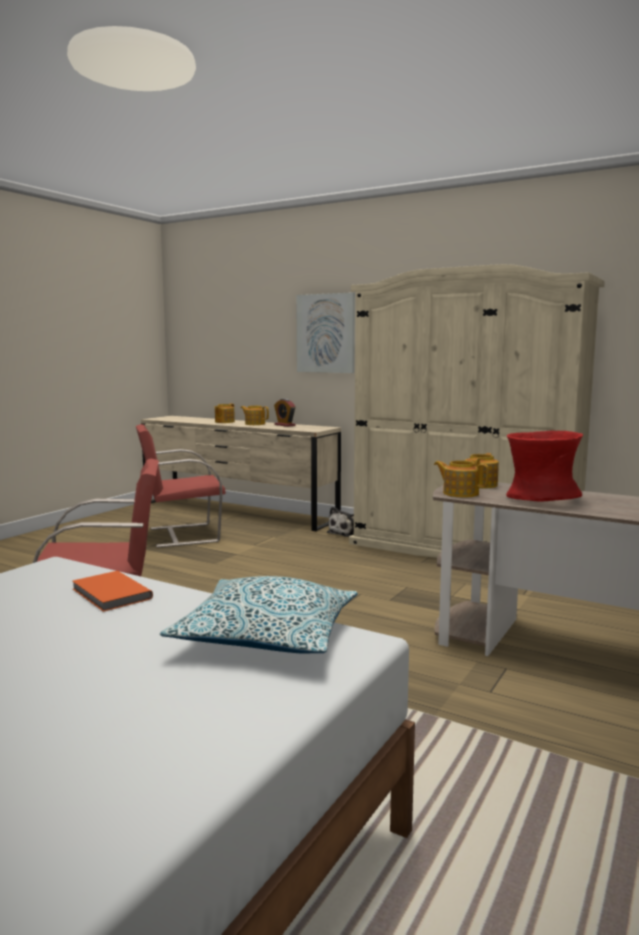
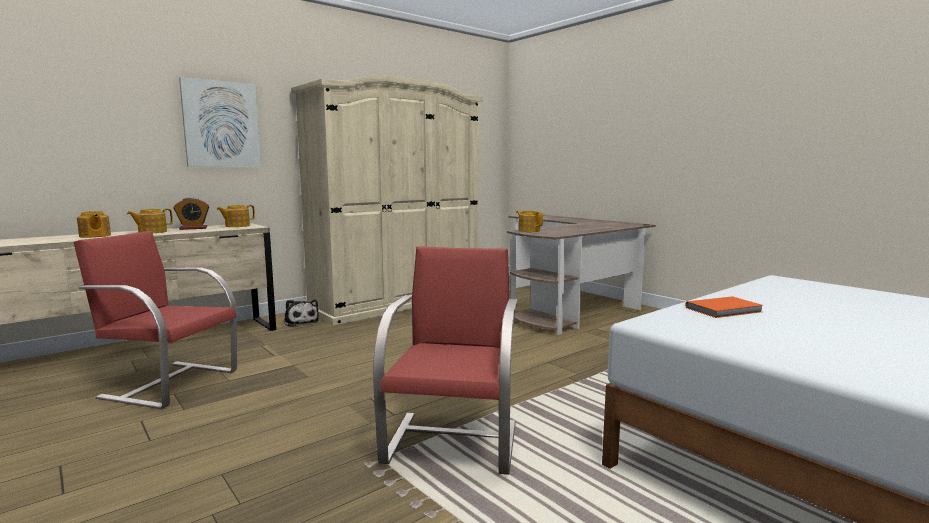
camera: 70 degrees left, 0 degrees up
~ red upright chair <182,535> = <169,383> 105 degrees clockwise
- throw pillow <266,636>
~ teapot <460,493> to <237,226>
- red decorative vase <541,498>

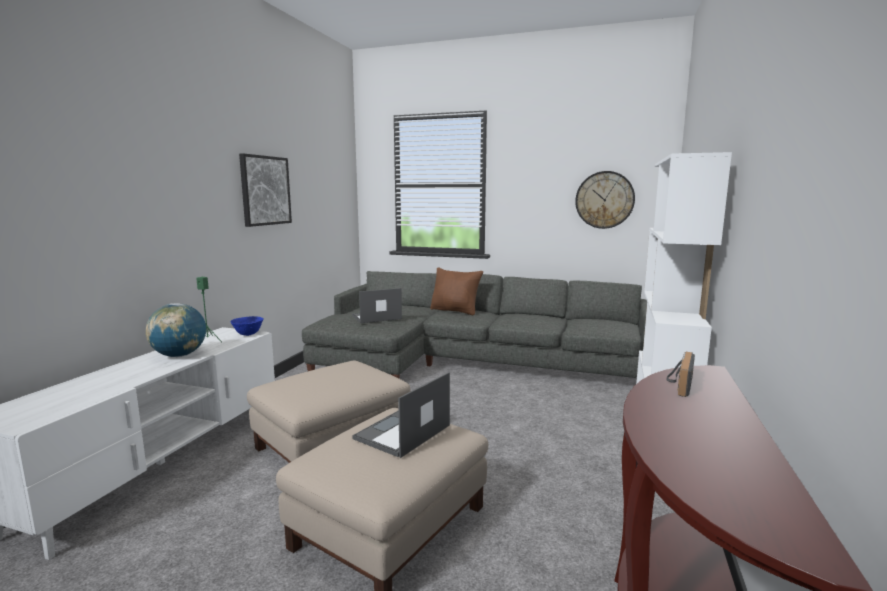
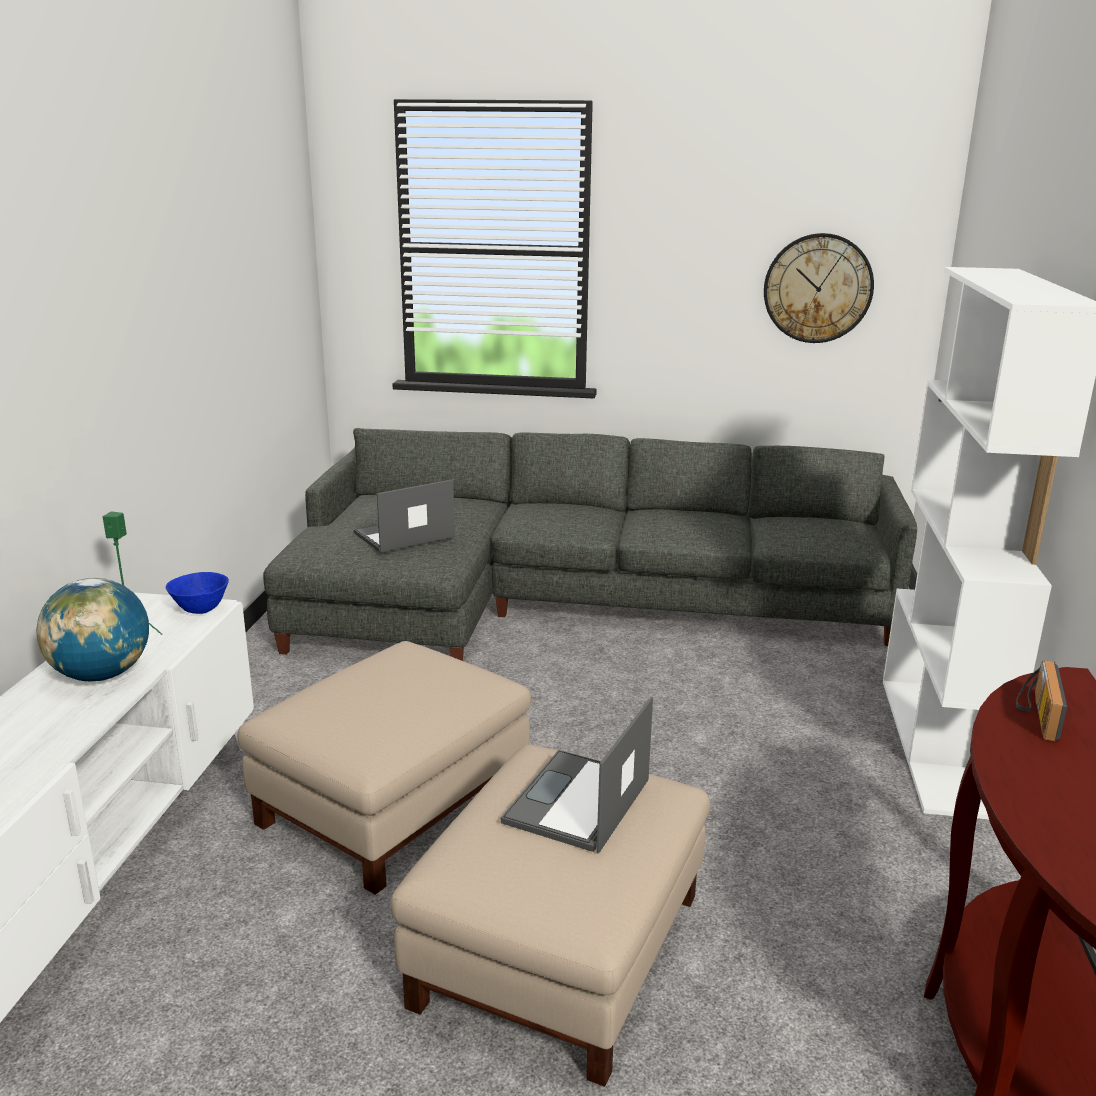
camera: 10 degrees left, 10 degrees up
- wall art <265,190>
- brown throw pillow <455,311>

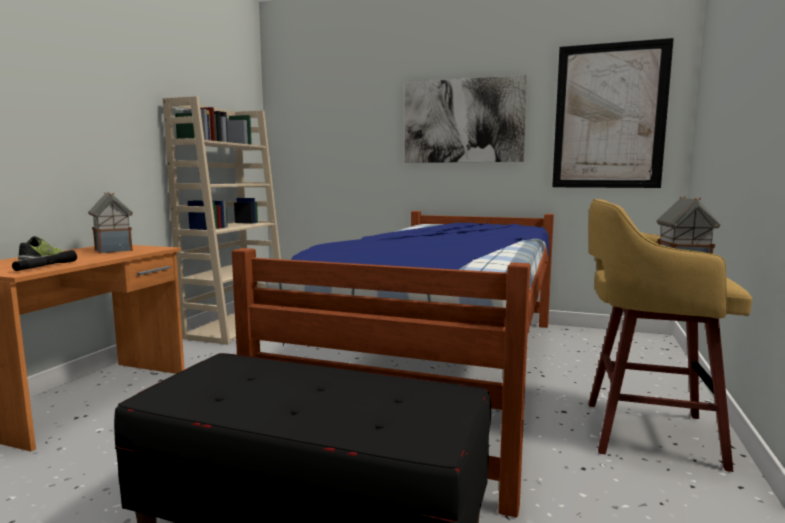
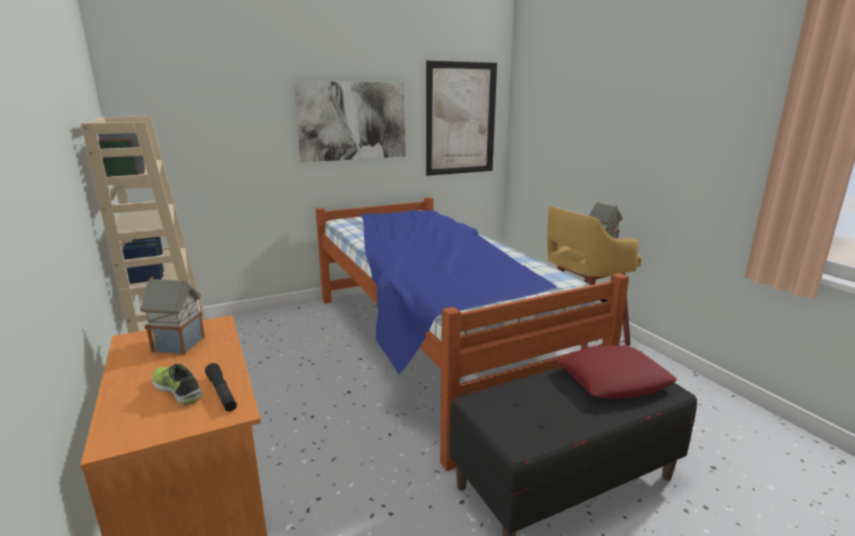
camera: 45 degrees left, 10 degrees up
+ red throw pillow <613,379>

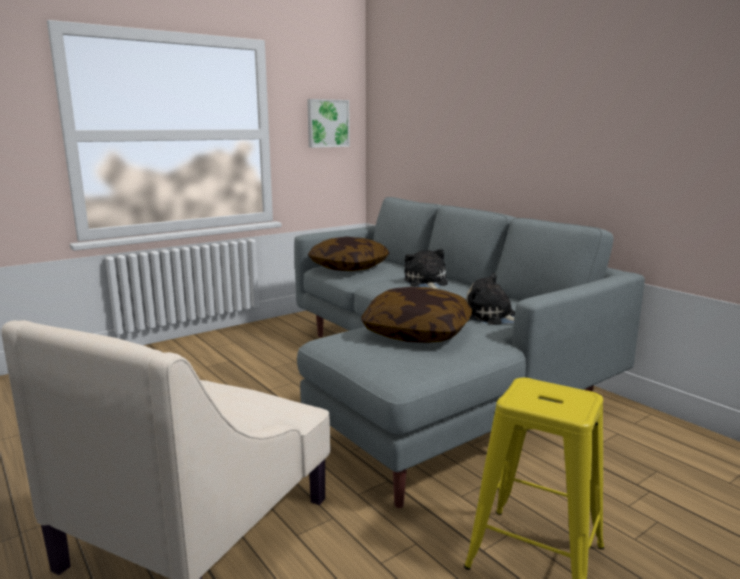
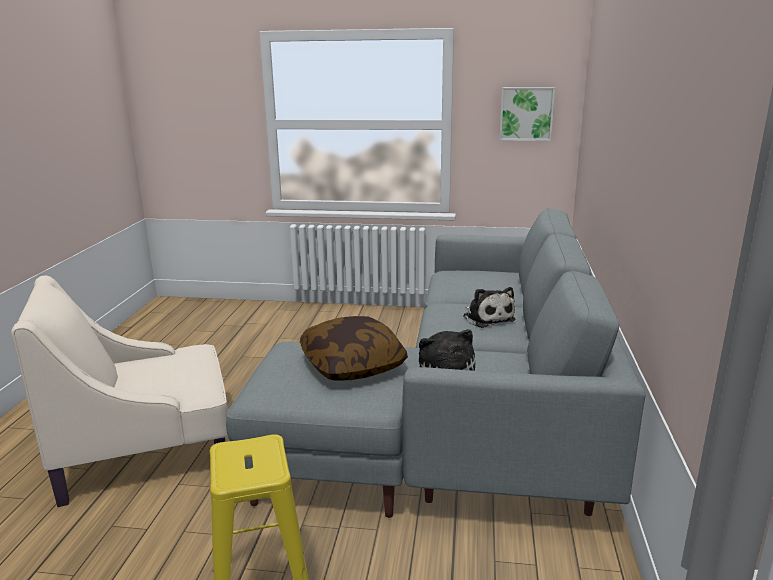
camera: 45 degrees right, 5 degrees up
- throw pillow <349,267>
~ soft toy <426,283> = <487,318> 120 degrees clockwise

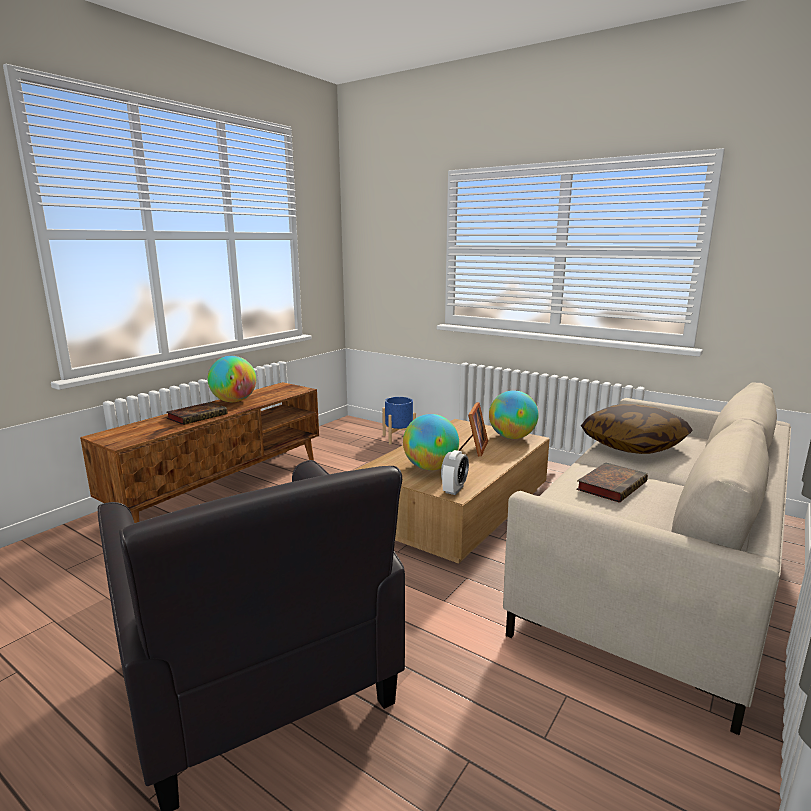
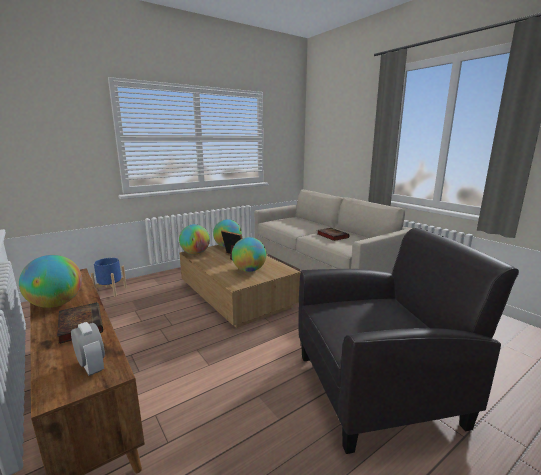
camera: 70 degrees left, 0 degrees up
~ bedside clock <454,489> to <91,367>
- throw pillow <633,445>
+ world globe <195,253>

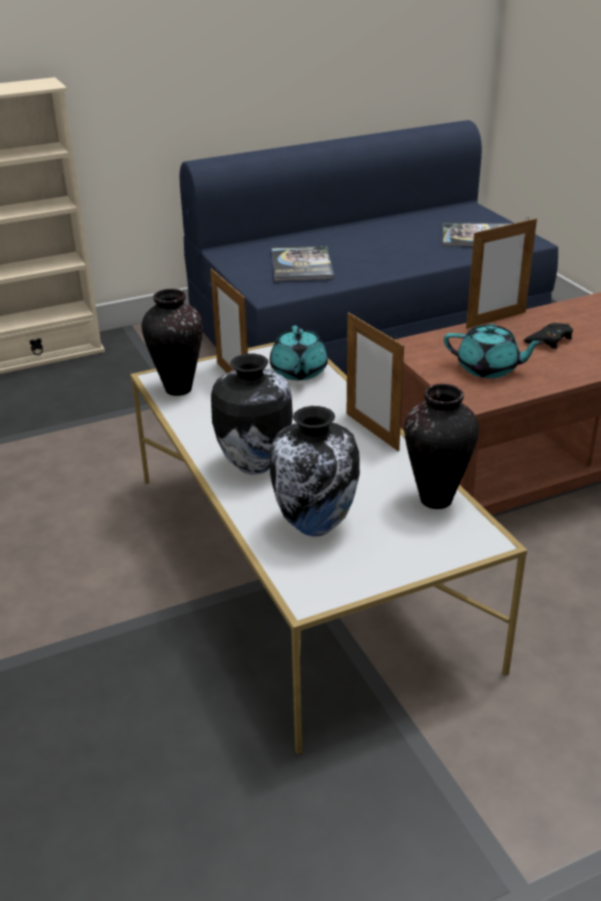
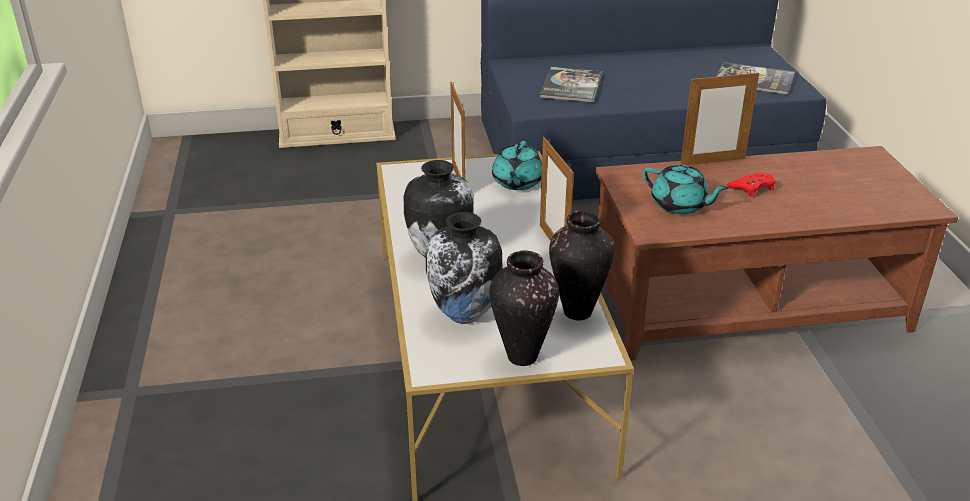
camera: 15 degrees right, 0 degrees up
~ decorative vase <178,389> to <521,356>
~ blackish joypad <549,340> to red joypad <752,188>

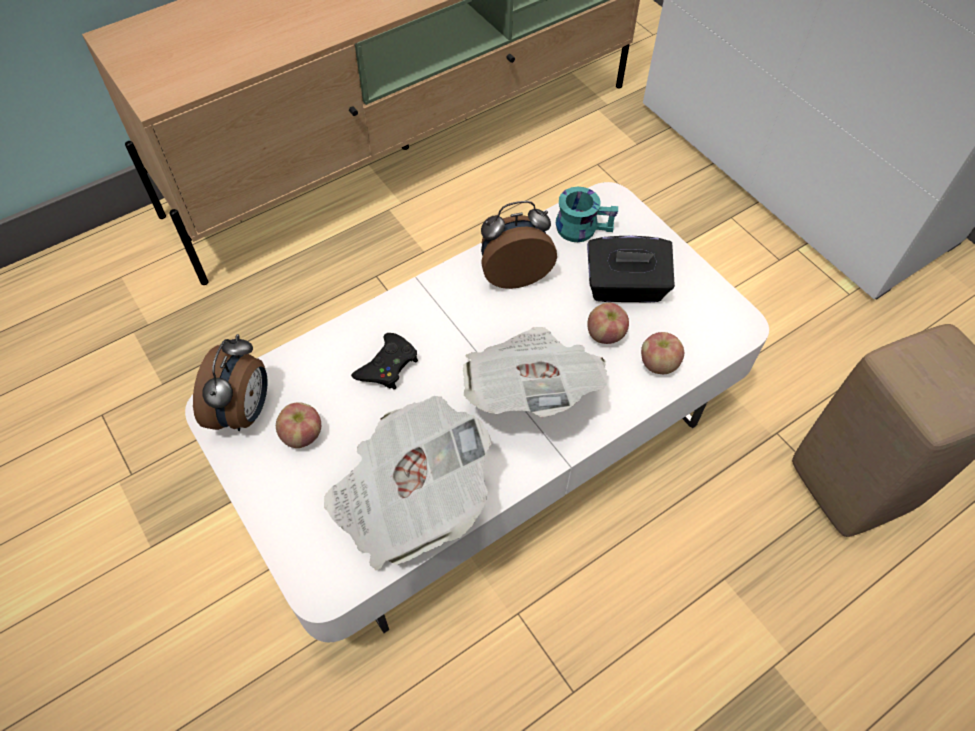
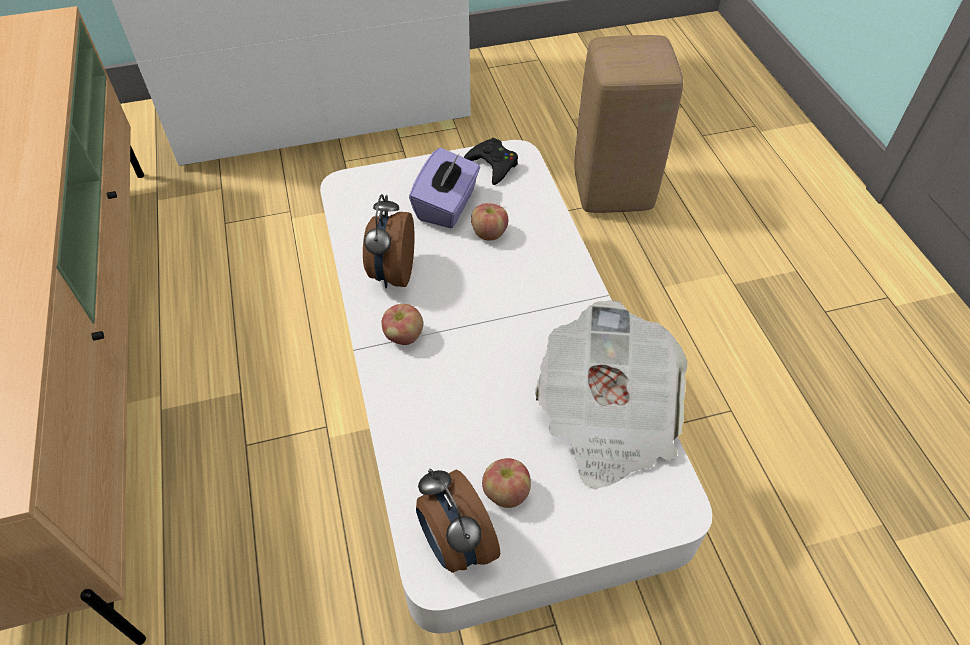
camera: 70 degrees left, 5 degrees down
~ bedside clock <244,411> = <455,544> 150 degrees counterclockwise
~ blackish joypad <388,366> to <493,165>
- daily paper <530,389>
- turquoise-coloured coffee mug <582,226>
~ blackish tissue box <625,288> to purple-coloured tissue box <447,206>
~ apple fruit <658,364> to <404,336>

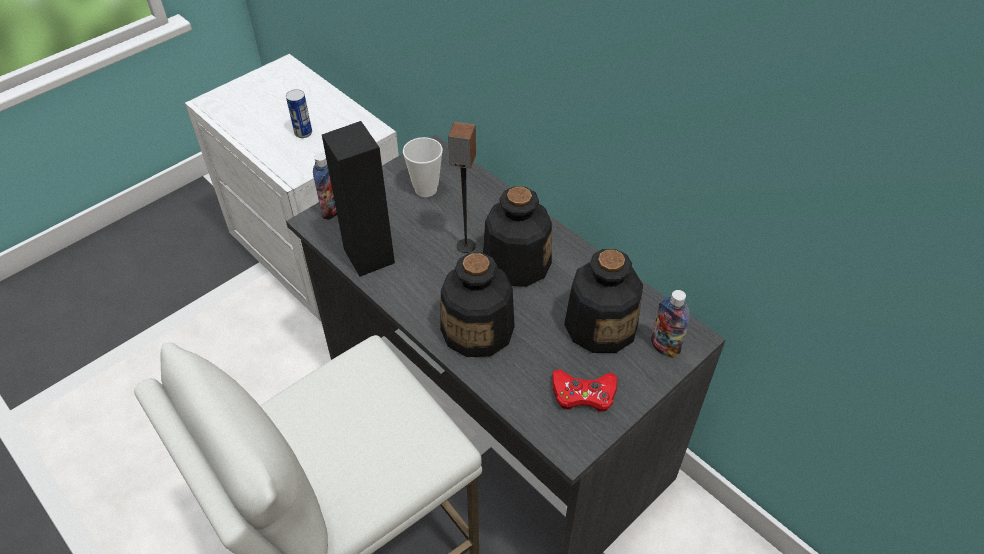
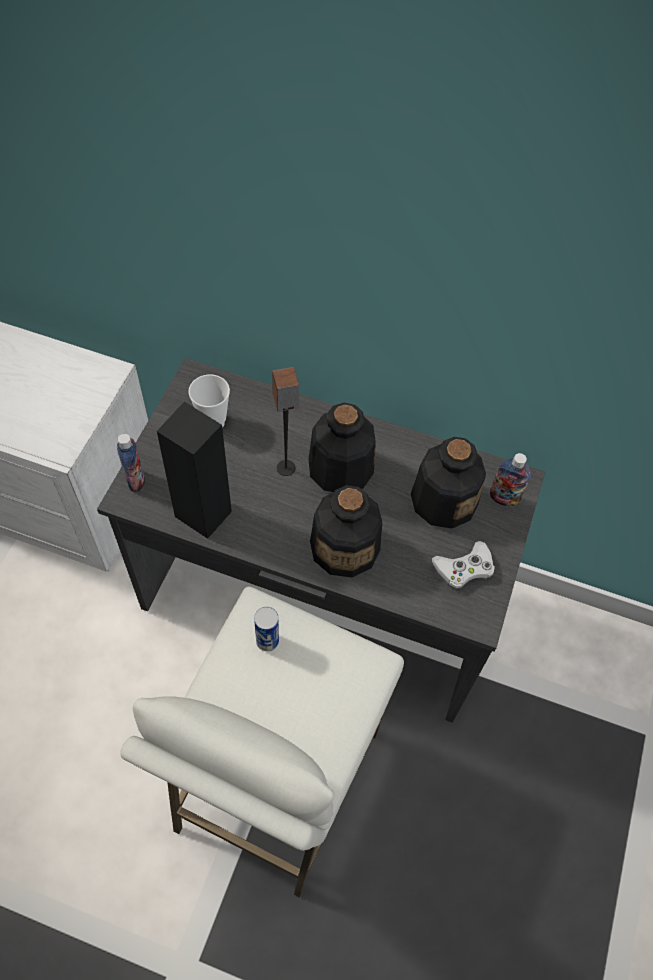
camera: 30 degrees left, 10 degrees up
~ sealed can <303,133> to <267,641>
~ red joypad <583,394> to white joypad <464,568>

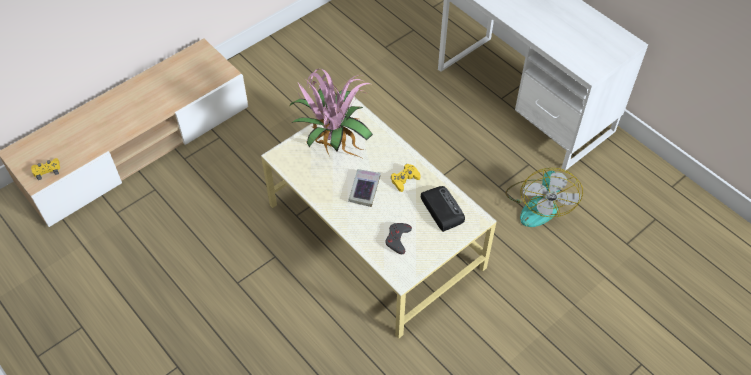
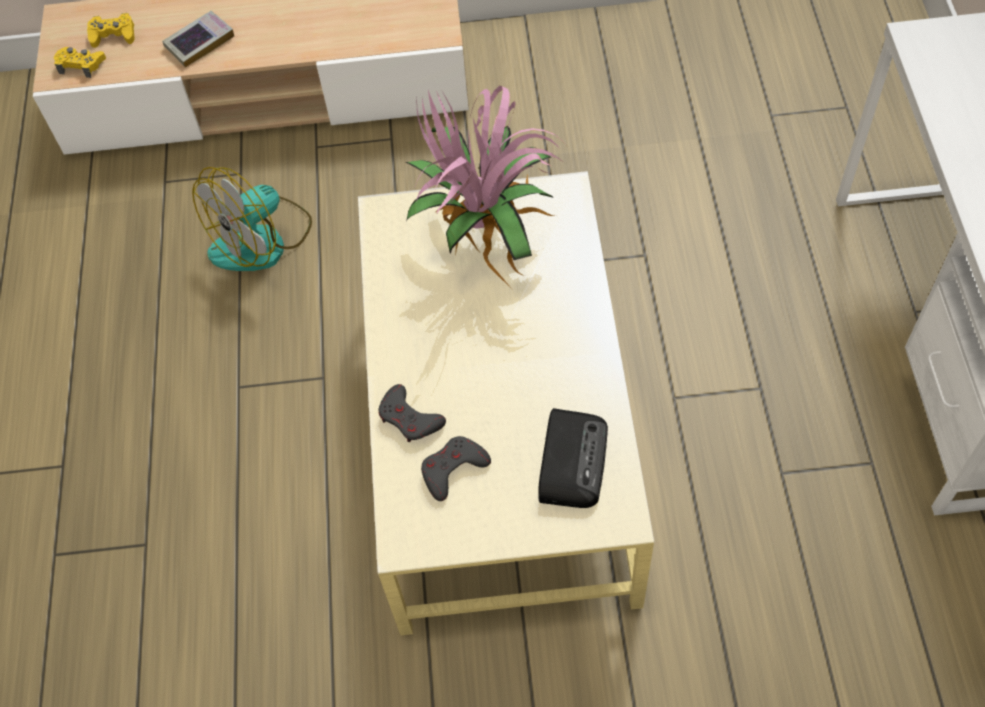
camera: 40 degrees right, 5 degrees up
~ bound book <364,189> to <199,42>
~ yellow-coloured joypad <404,179> to <113,35>
~ fan <538,204> to <262,240>
+ gray joypad <409,418>

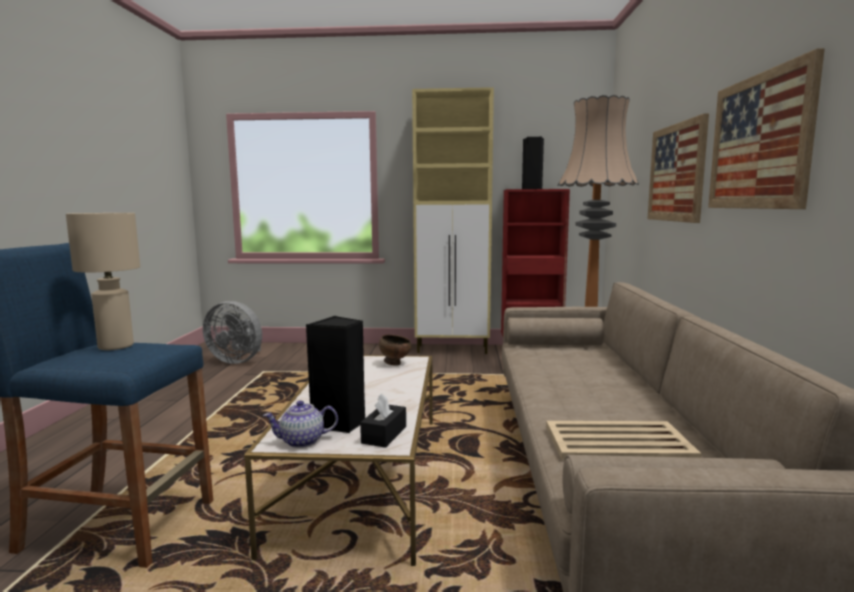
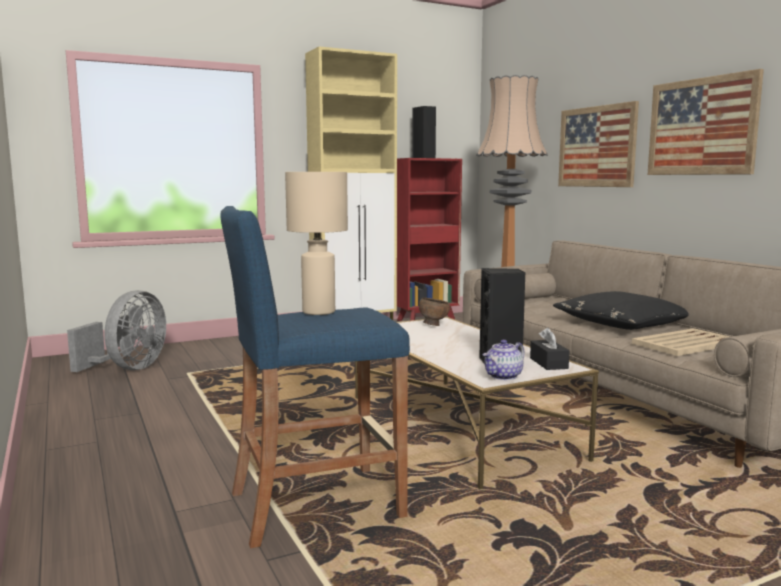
camera: 30 degrees left, 0 degrees up
~ gray fan <237,360> = <128,368> 60 degrees counterclockwise
+ blackish throw pillow <622,324>

